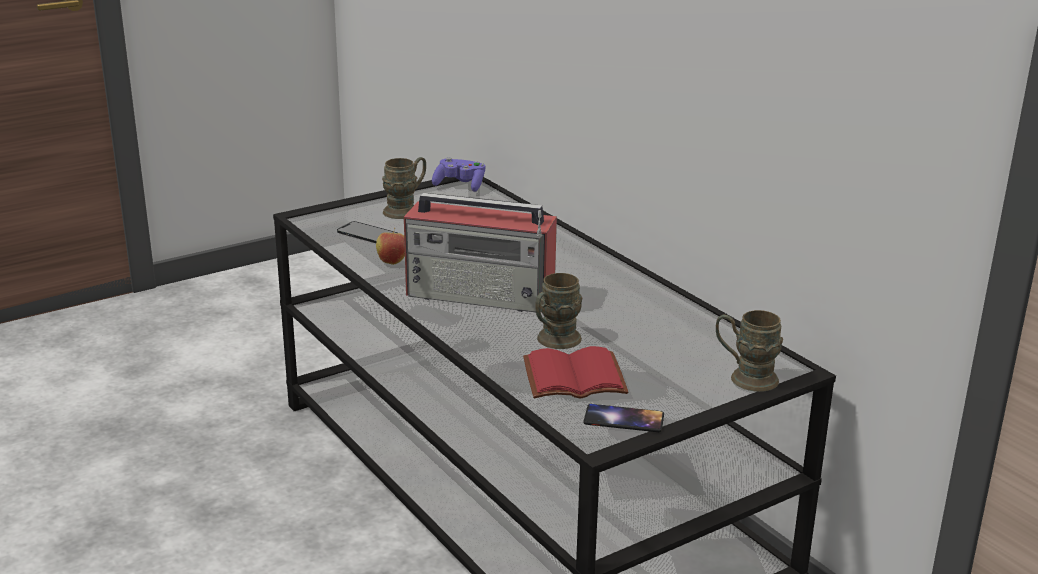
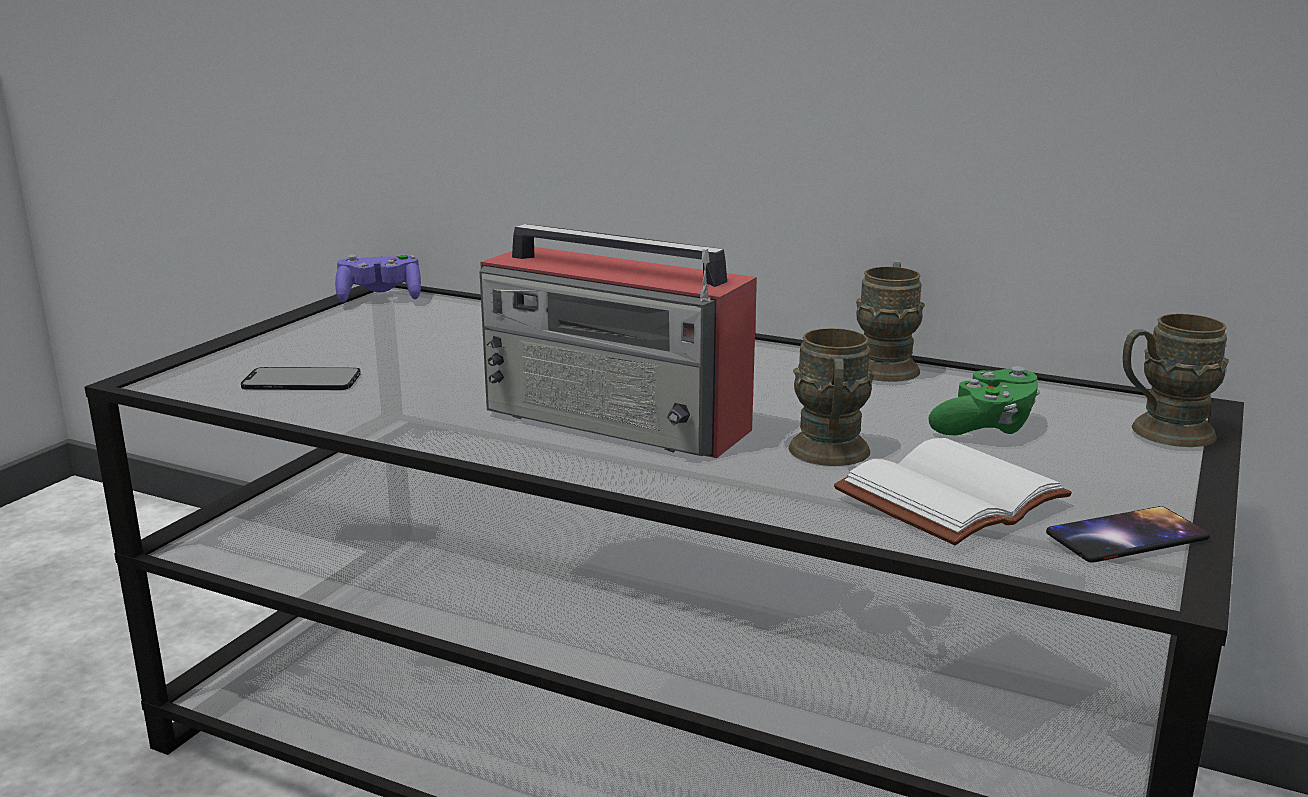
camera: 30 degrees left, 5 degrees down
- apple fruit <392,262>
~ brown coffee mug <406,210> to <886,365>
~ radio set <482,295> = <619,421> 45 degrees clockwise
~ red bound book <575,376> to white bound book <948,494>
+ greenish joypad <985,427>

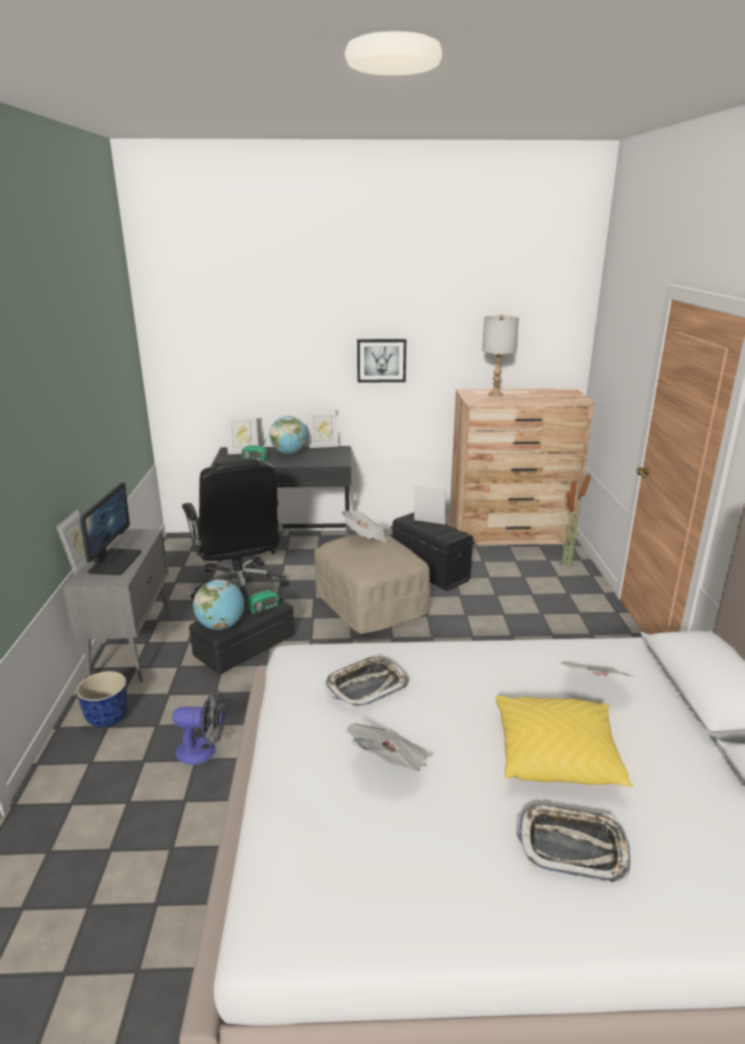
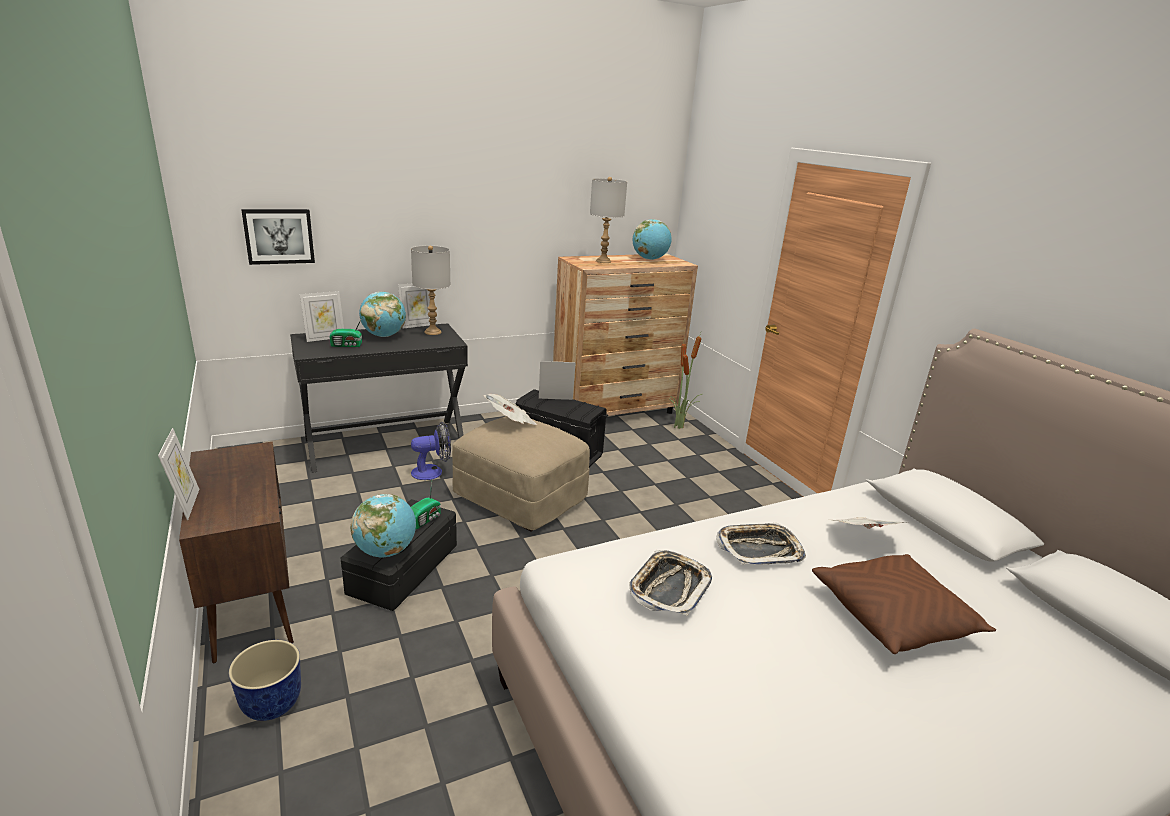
camera: 25 degrees left, 0 degrees up
~ gray cupboard <132,646> to brown cupboard <252,600>
- monitor <114,562>
~ fan <204,751> to <432,472>
- blackish desk chair <239,587>
- daily paper <391,764>
~ wall art <381,360> to <279,236>
~ yellow-coloured throw pillow <556,755> to brown throw pillow <893,616>
~ tray <572,847> to <759,549>
+ gray lamp for a table <433,332>
+ world globe <650,259>

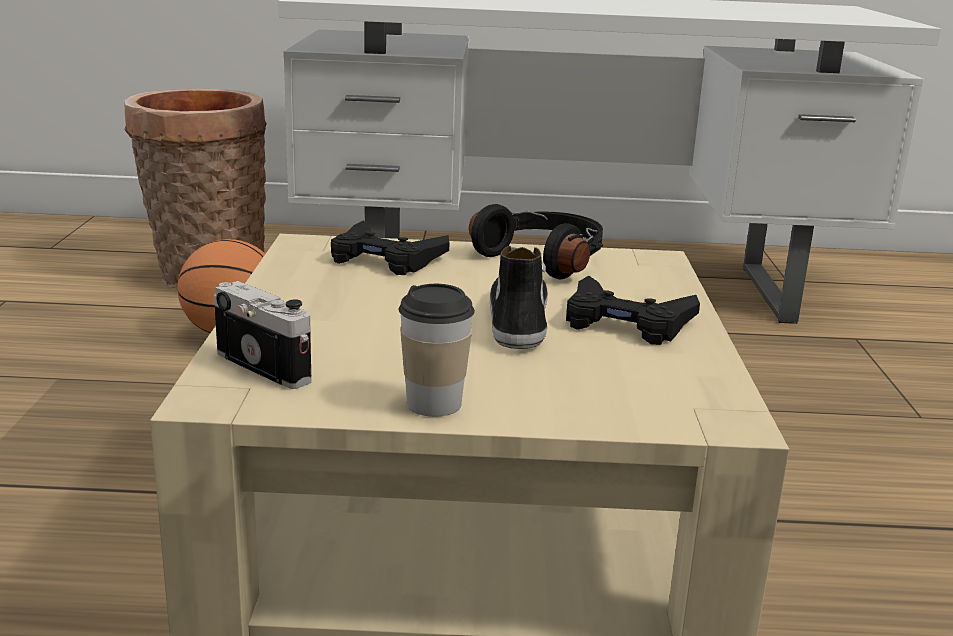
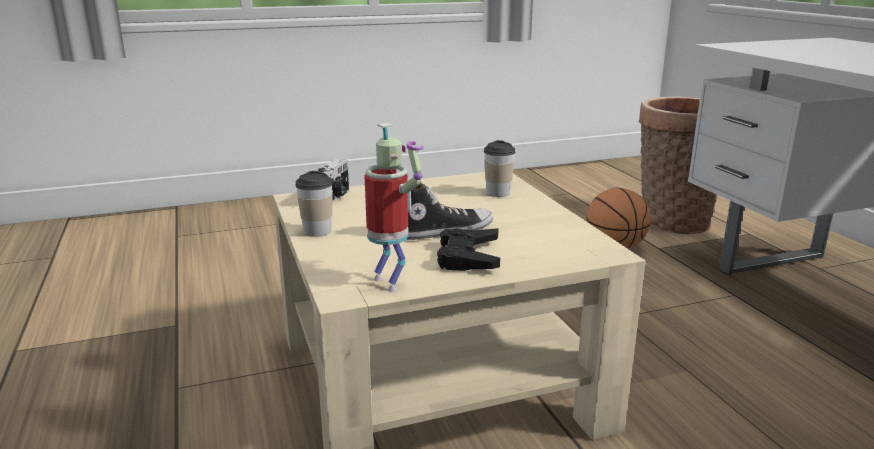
camera: 70 degrees right, 0 degrees up
~ blackish joypad <385,258> to cup <498,193>
- blackish pair of headphones <545,259>
+ toy robot <390,283>

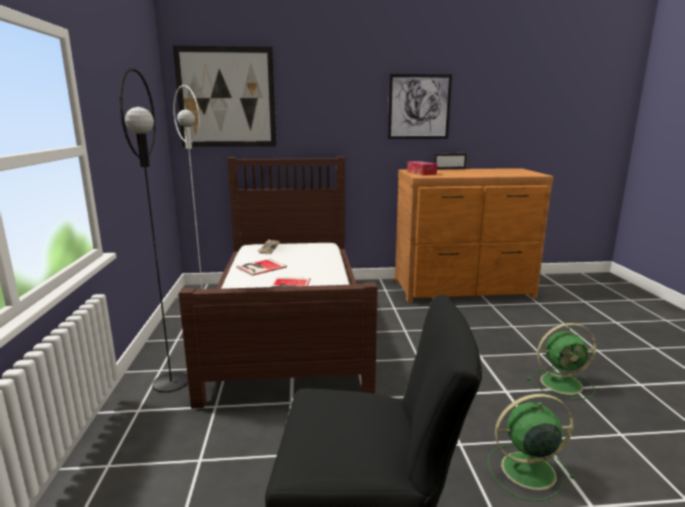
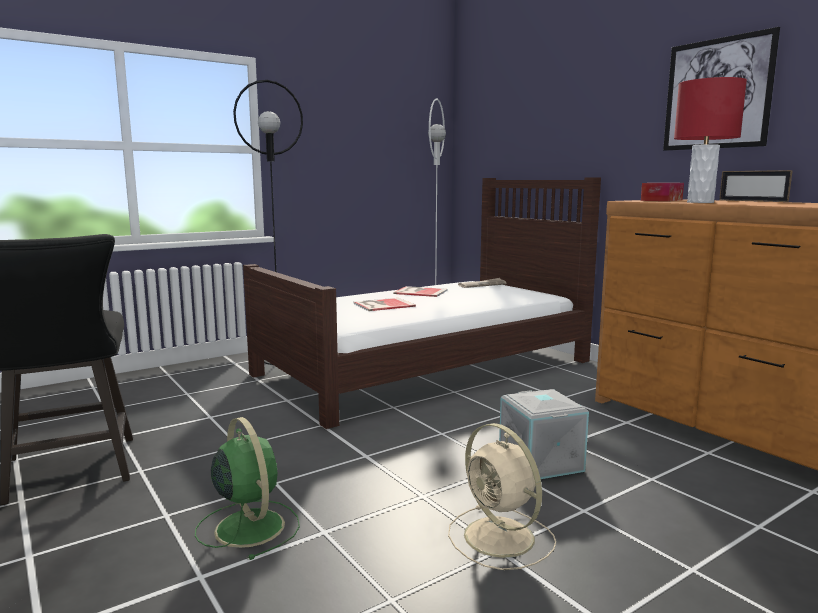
camera: 60 degrees right, 5 degrees down
- wall art <226,97>
~ greenish fan <563,383> to beige fan <501,538>
+ gray storage box <542,462>
+ red lamp for a table <700,202>

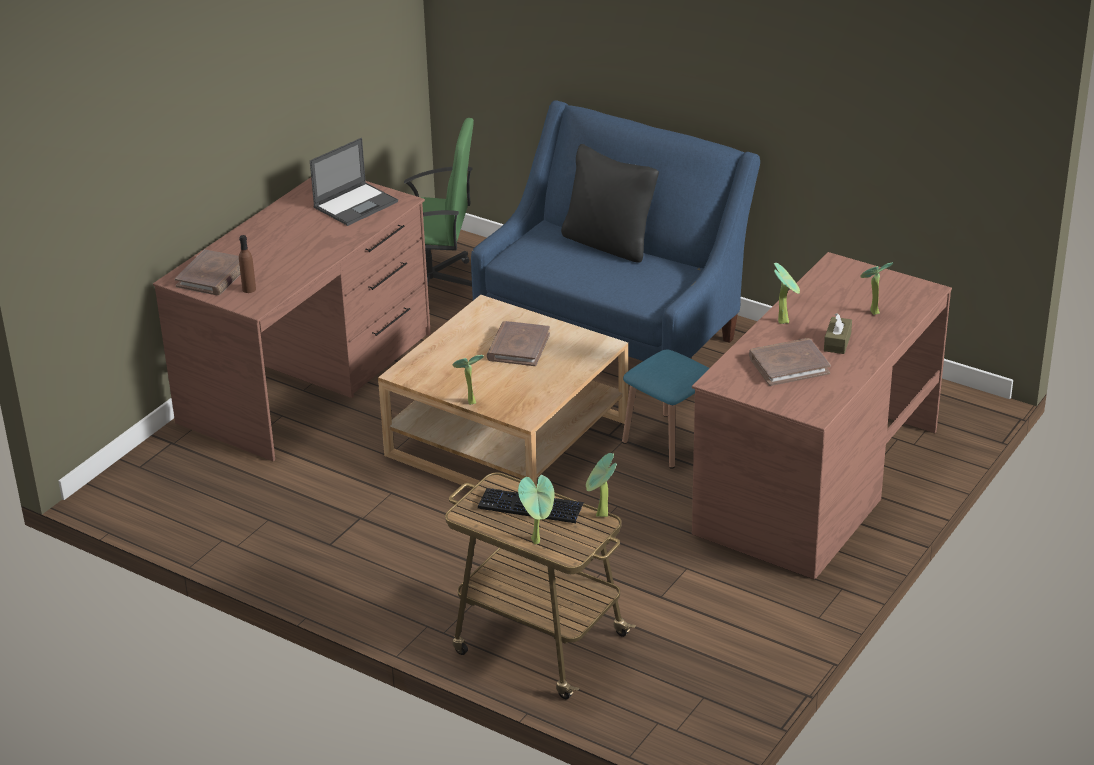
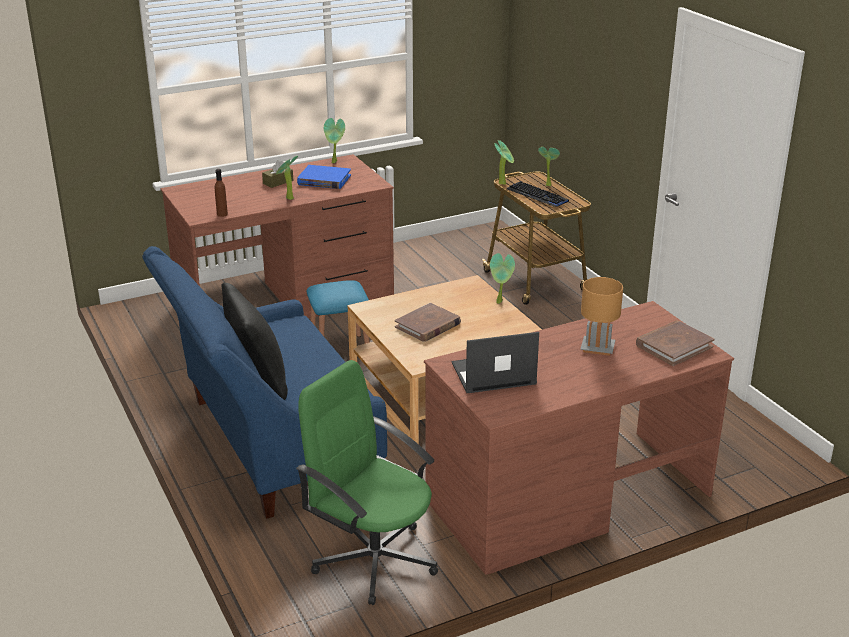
camera: 150 degrees left, 5 degrees down
~ brown bottle <249,289> to <222,214>
~ brown bound book <789,365> to bluish bound book <324,180>
~ potted plant <872,312> to <335,162>
+ brown lamp for a table <597,348>

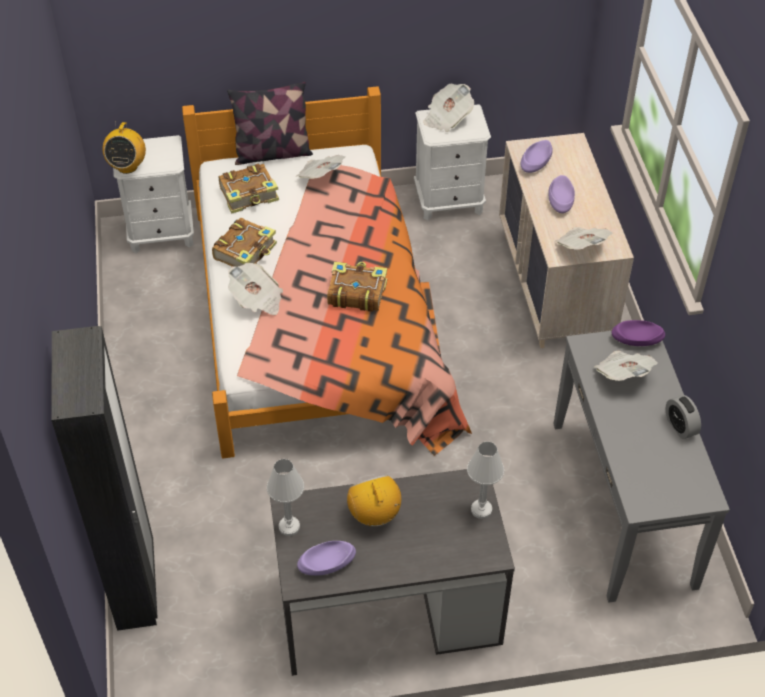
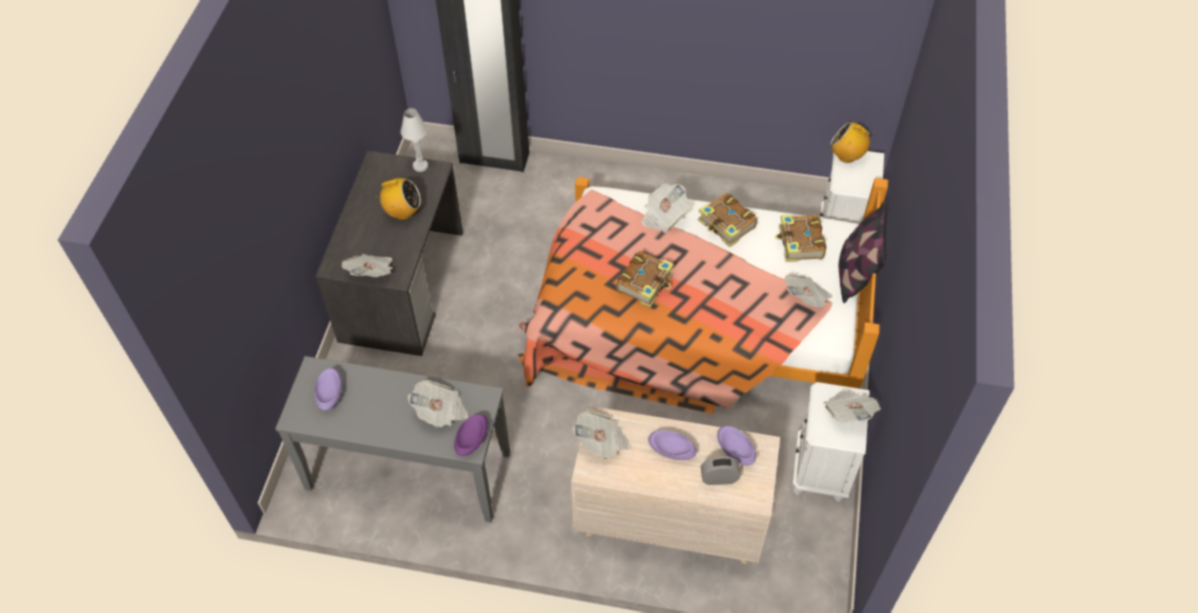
camera: 110 degrees right, 5 degrees up
~ purple-coloured deep dish <327,564> to <330,394>
~ white lamp for a table <481,510> to daily paper <372,273>
~ bedside clock <680,426> to <719,478>

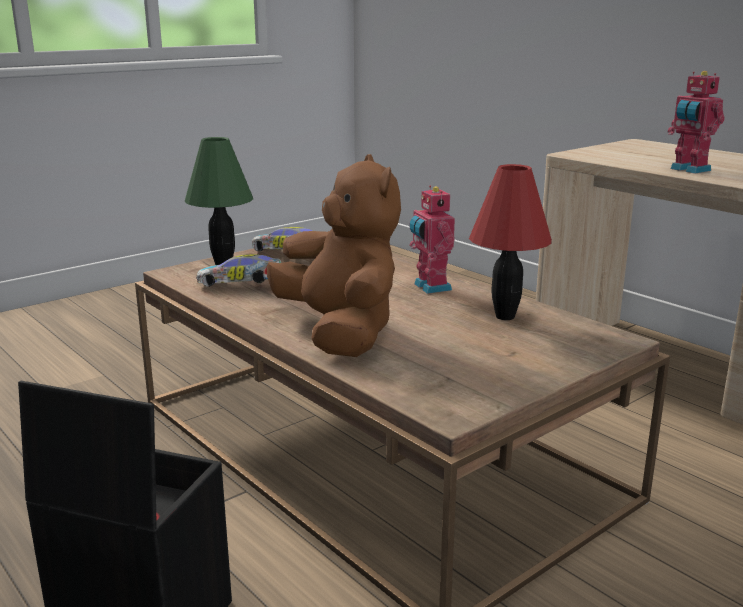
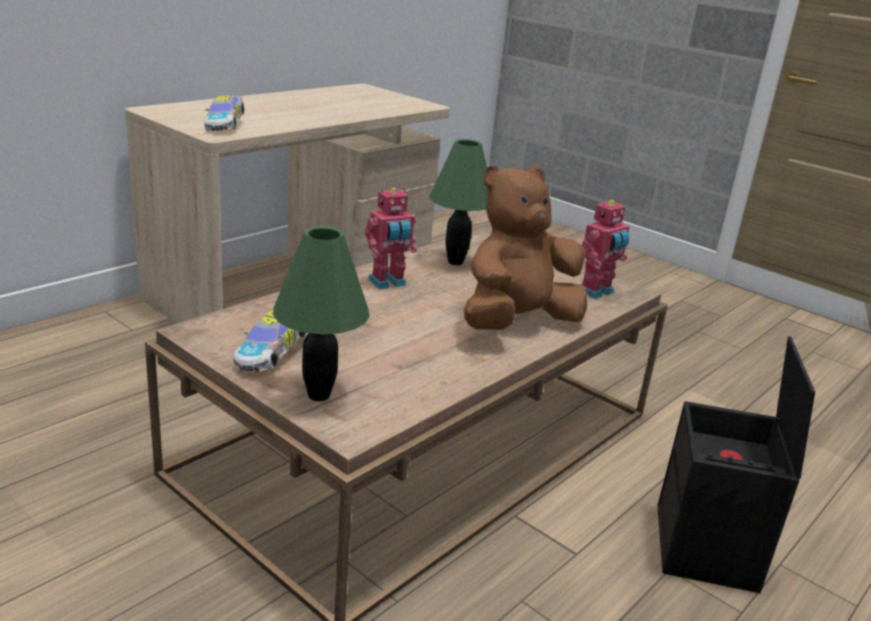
camera: 100 degrees left, 5 degrees up
~ model car <242,287> to <225,126>
~ red lamp for a table <505,316> to greenish lamp for a table <454,262>
~ toy robot <688,170> to <596,292>

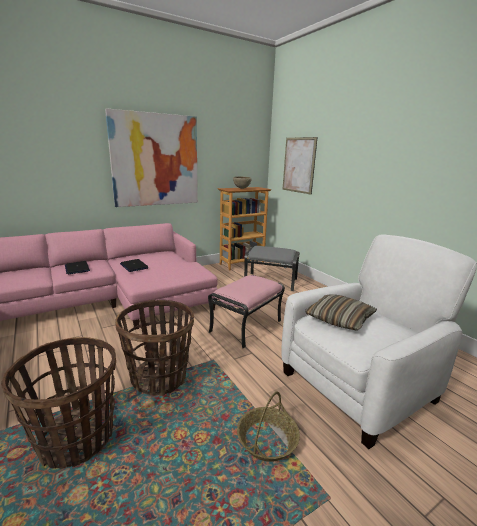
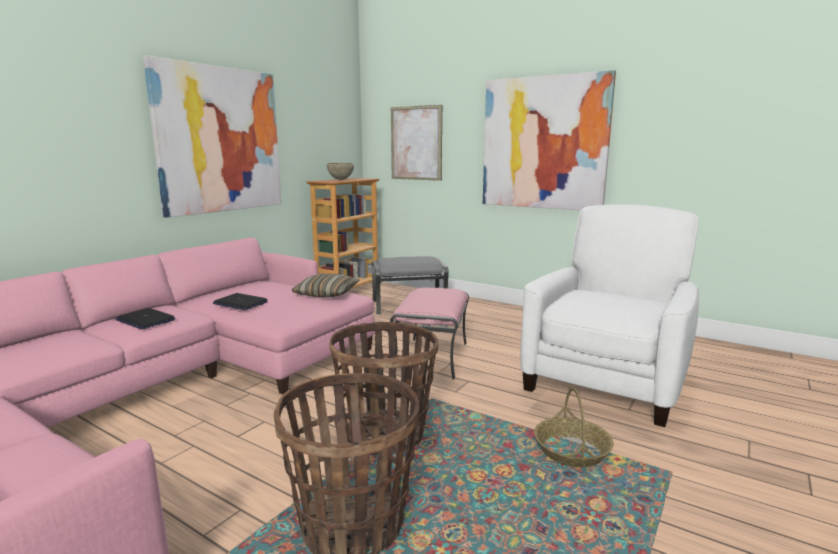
camera: 25 degrees left, 5 degrees down
~ throw pillow <339,319> to <326,294>
+ wall art <544,143>

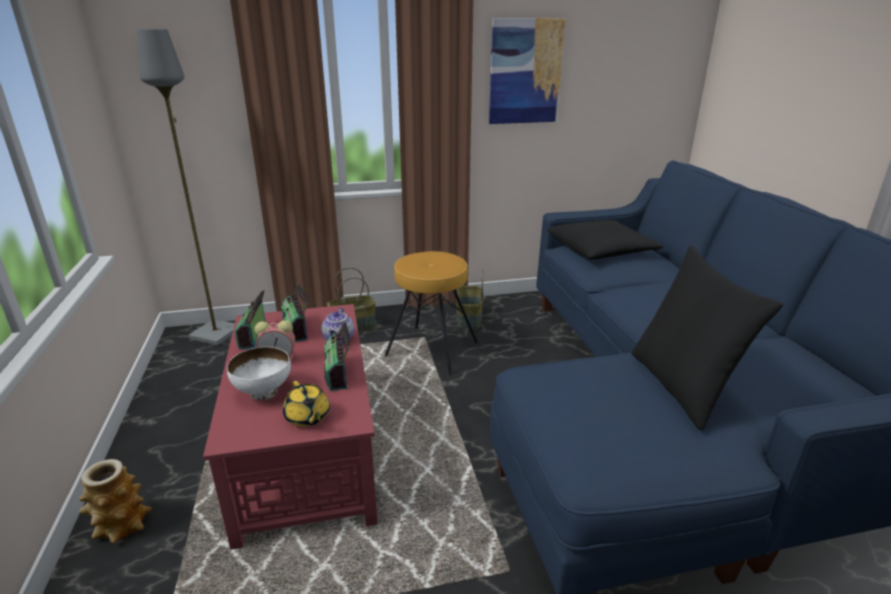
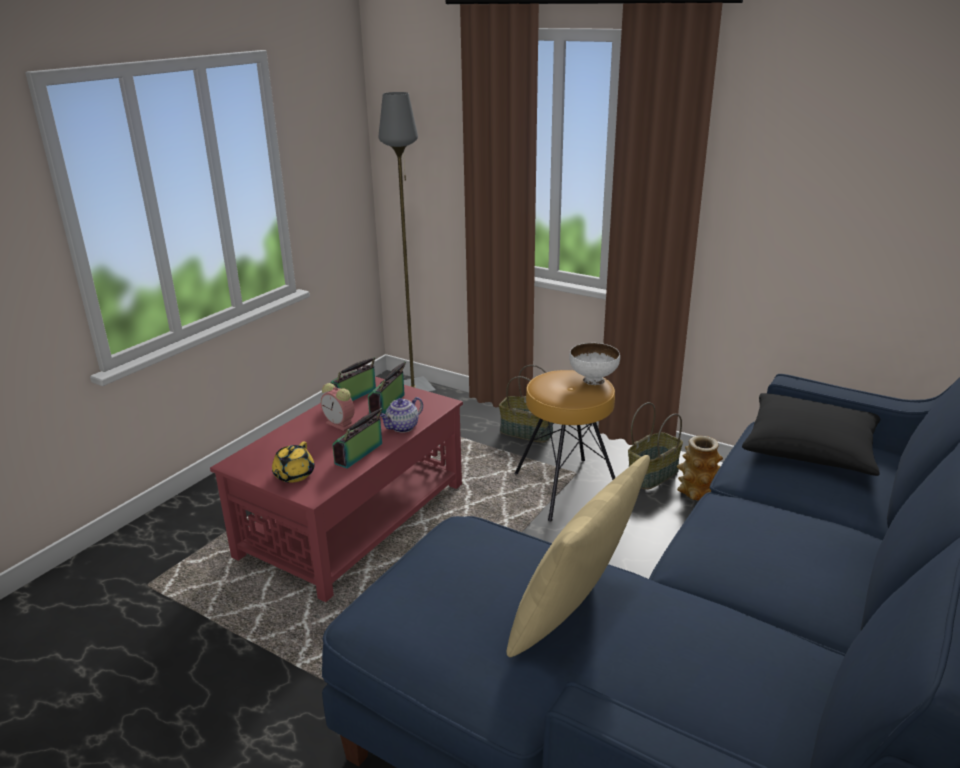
camera: 45 degrees right, 0 degrees up
~ decorative vase <122,525> to <697,492>
~ white deep dish <263,392> to <593,380>
- wall art <525,72>
~ blackish throw pillow <681,386> to beige throw pillow <573,616>

